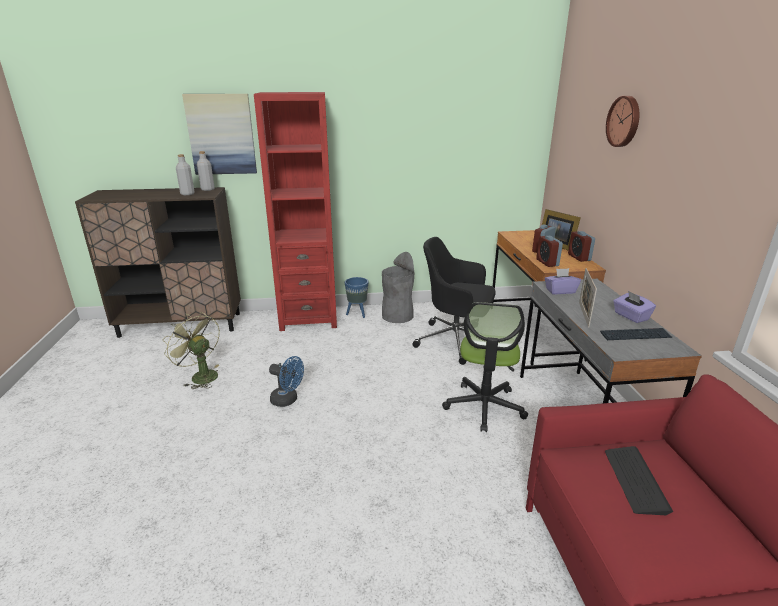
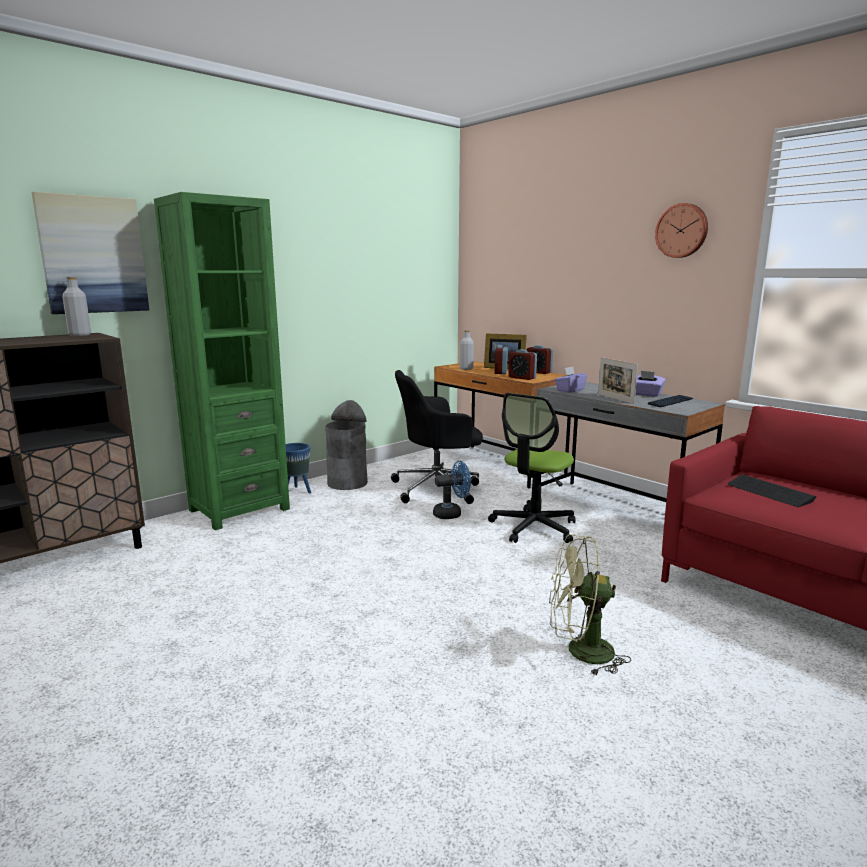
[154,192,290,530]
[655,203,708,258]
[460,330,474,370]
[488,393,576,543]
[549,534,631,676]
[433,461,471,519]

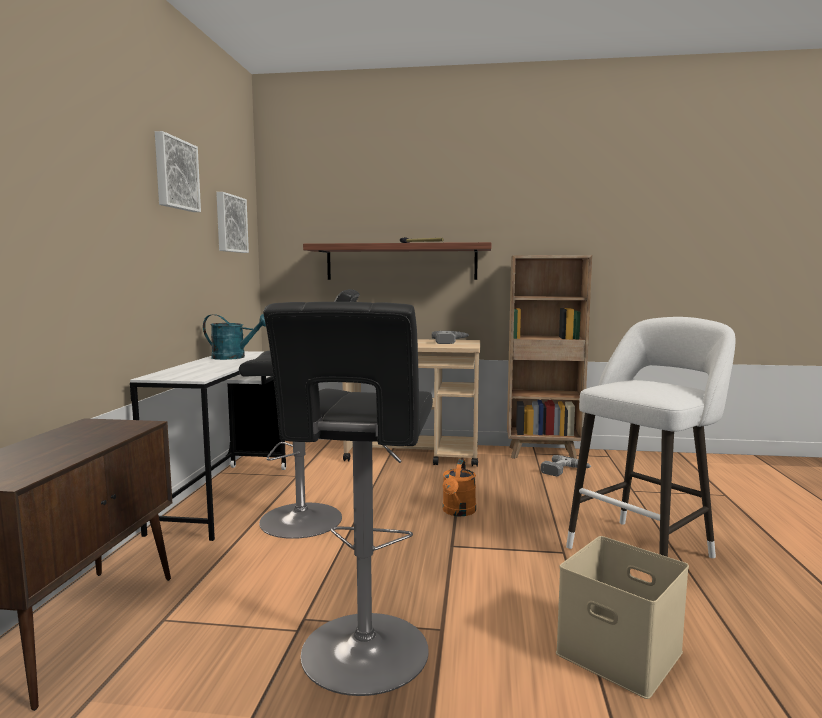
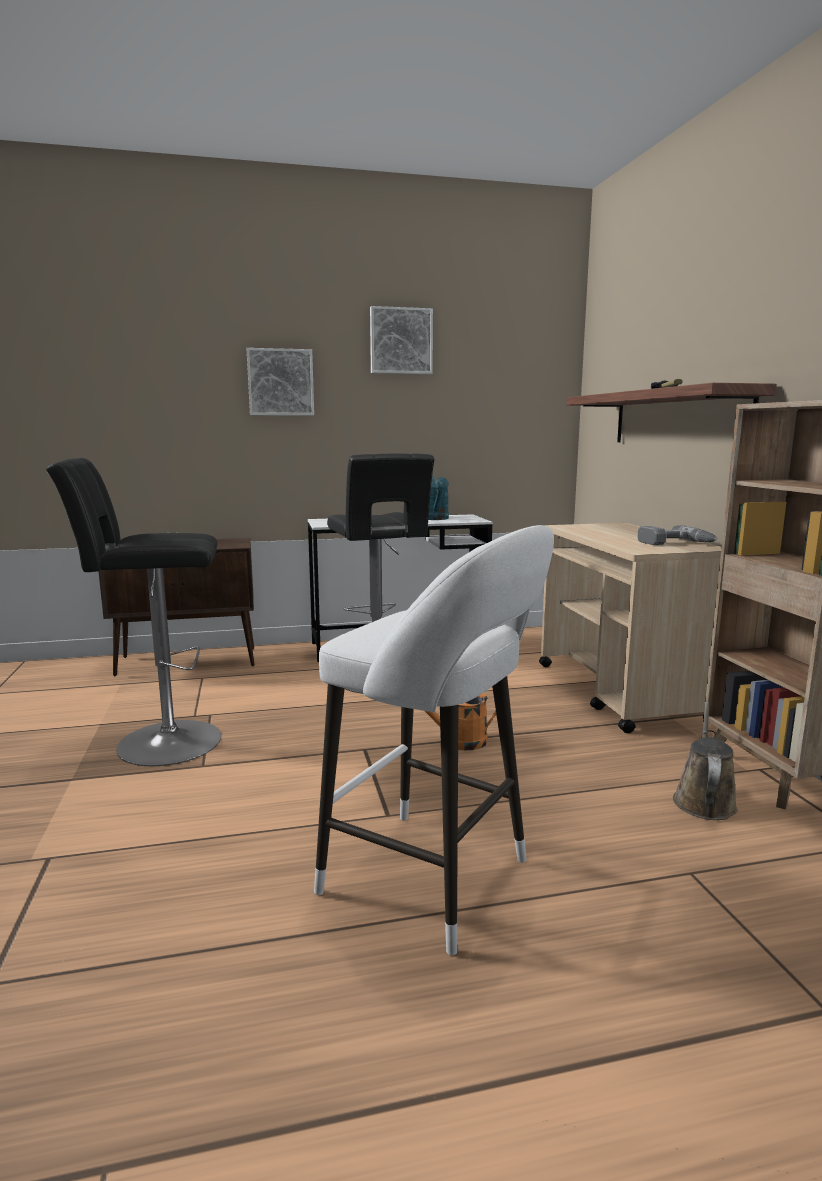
[246,348,314,416]
[673,701,738,820]
[556,536,689,699] (first image)

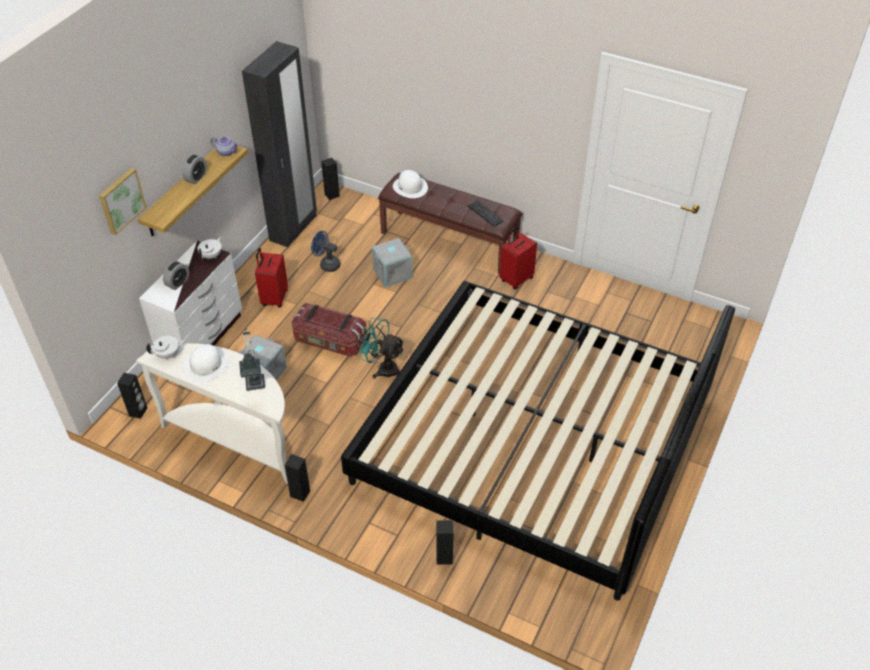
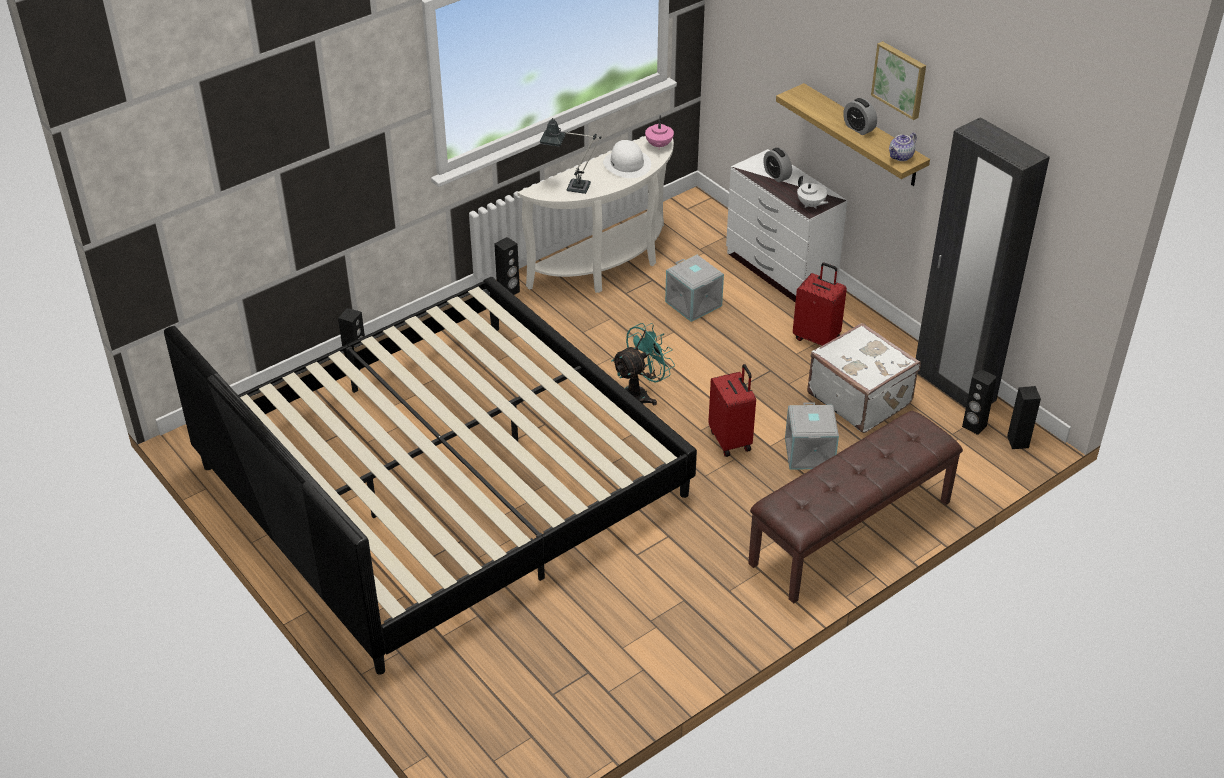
[871,41,926,120]
[393,170,428,198] (first image)
[468,200,504,227] (first image)
[708,364,756,457]
[807,323,921,433]
[292,303,367,357] (first image)
[645,116,674,147]
[962,369,997,435]

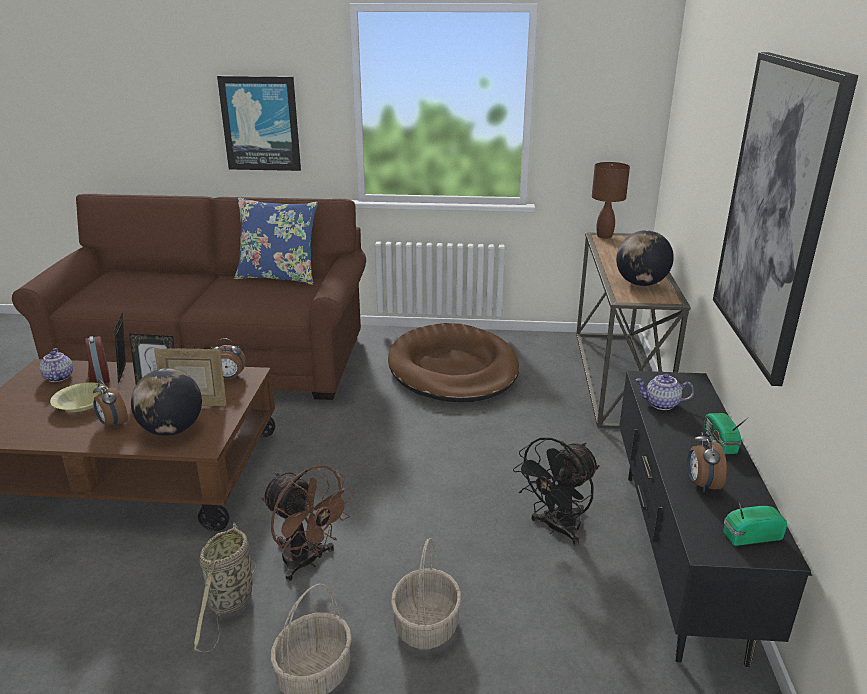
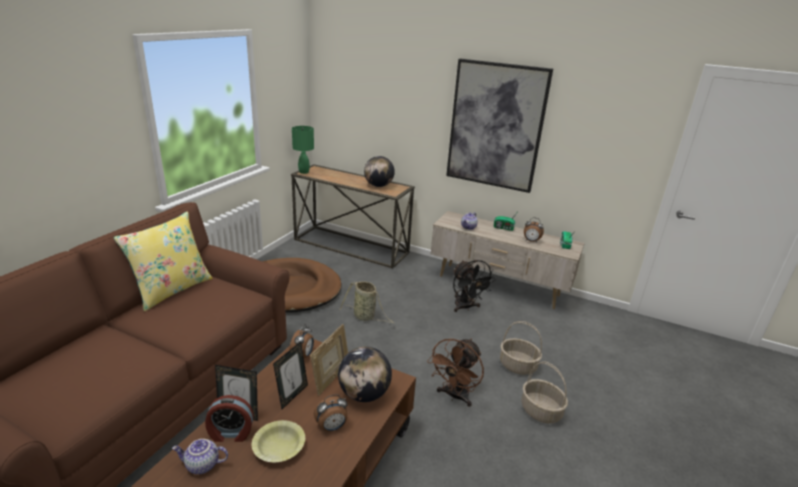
[217,76,301,171] (first image)
[292,126,314,174]
[113,211,213,312]
[431,211,584,309]
[427,338,484,407]
[339,281,395,324]

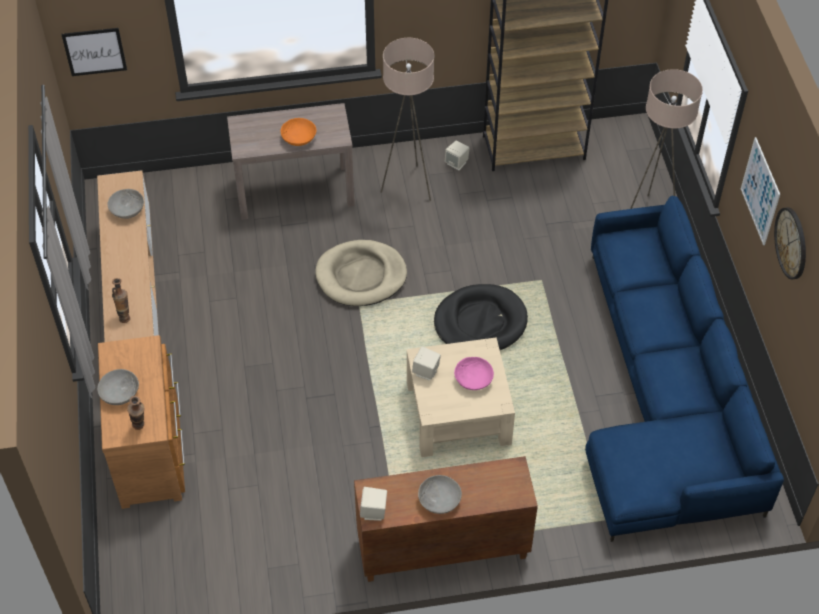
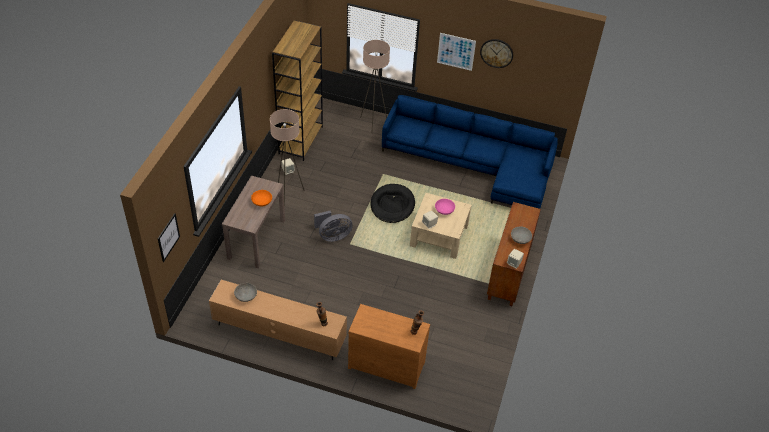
[314,211,353,242]
[97,369,139,405] (first image)

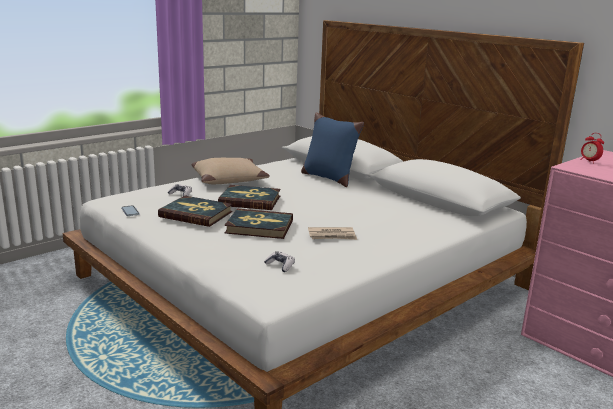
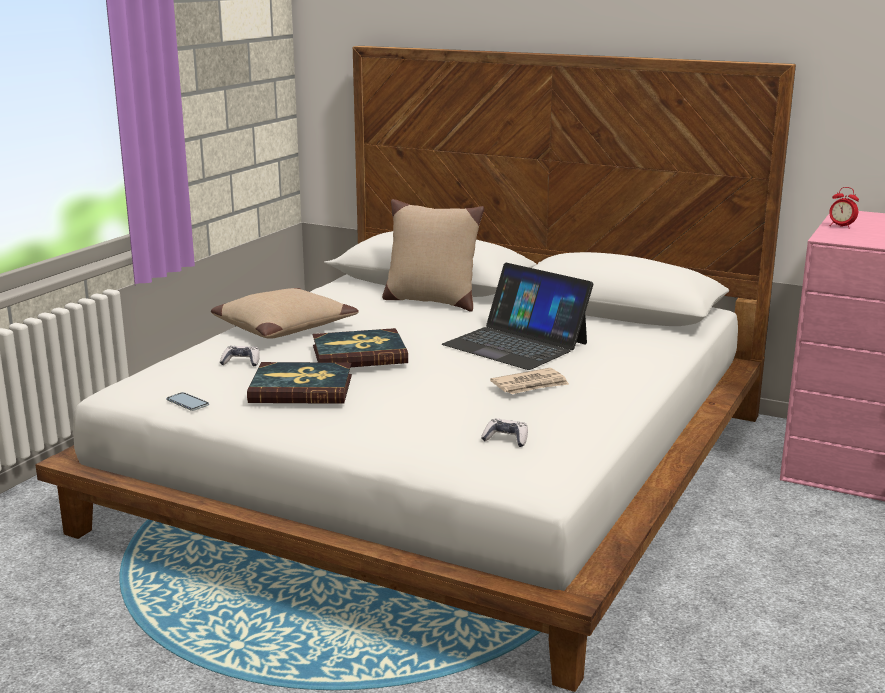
[382,199,484,312]
[224,209,293,239] (first image)
[442,263,593,370]

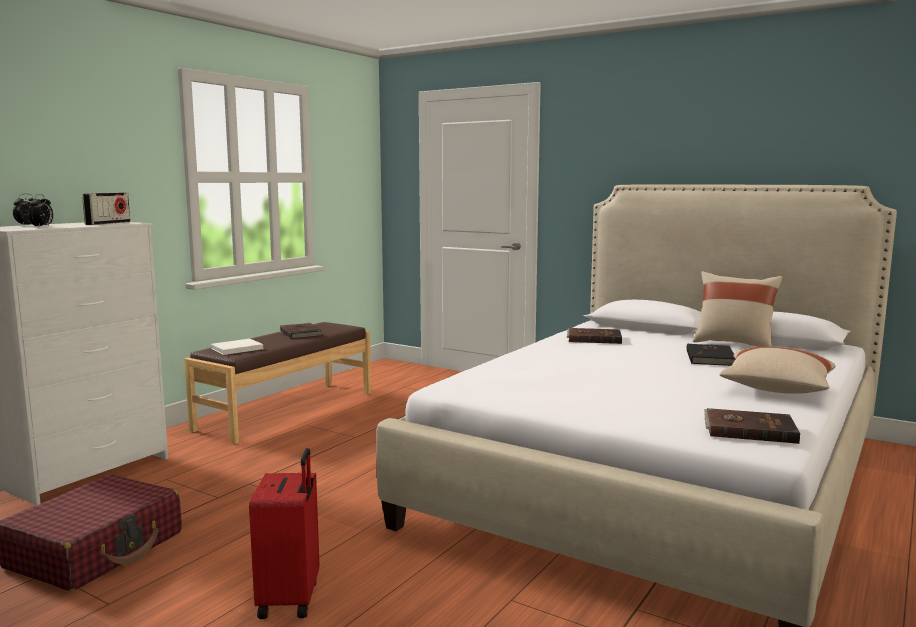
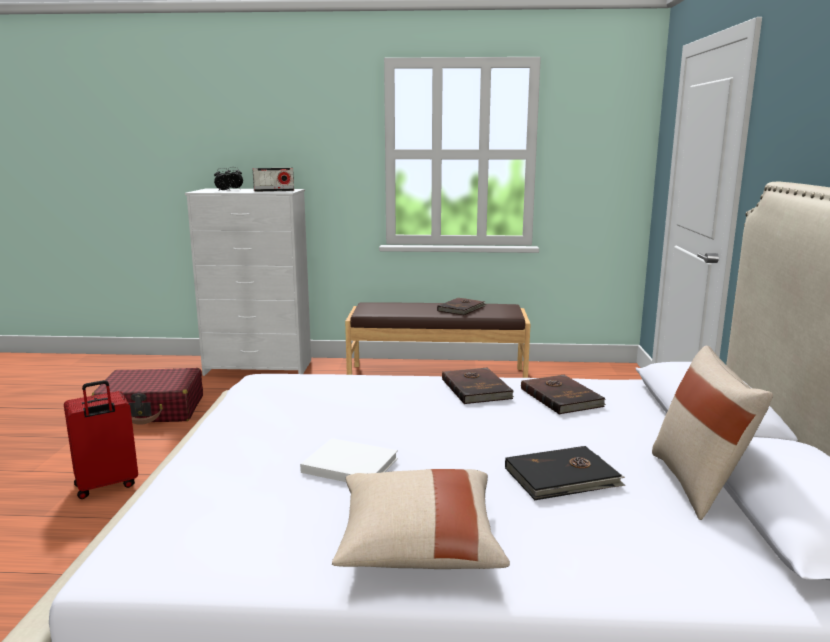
[300,438,398,482]
[442,367,514,404]

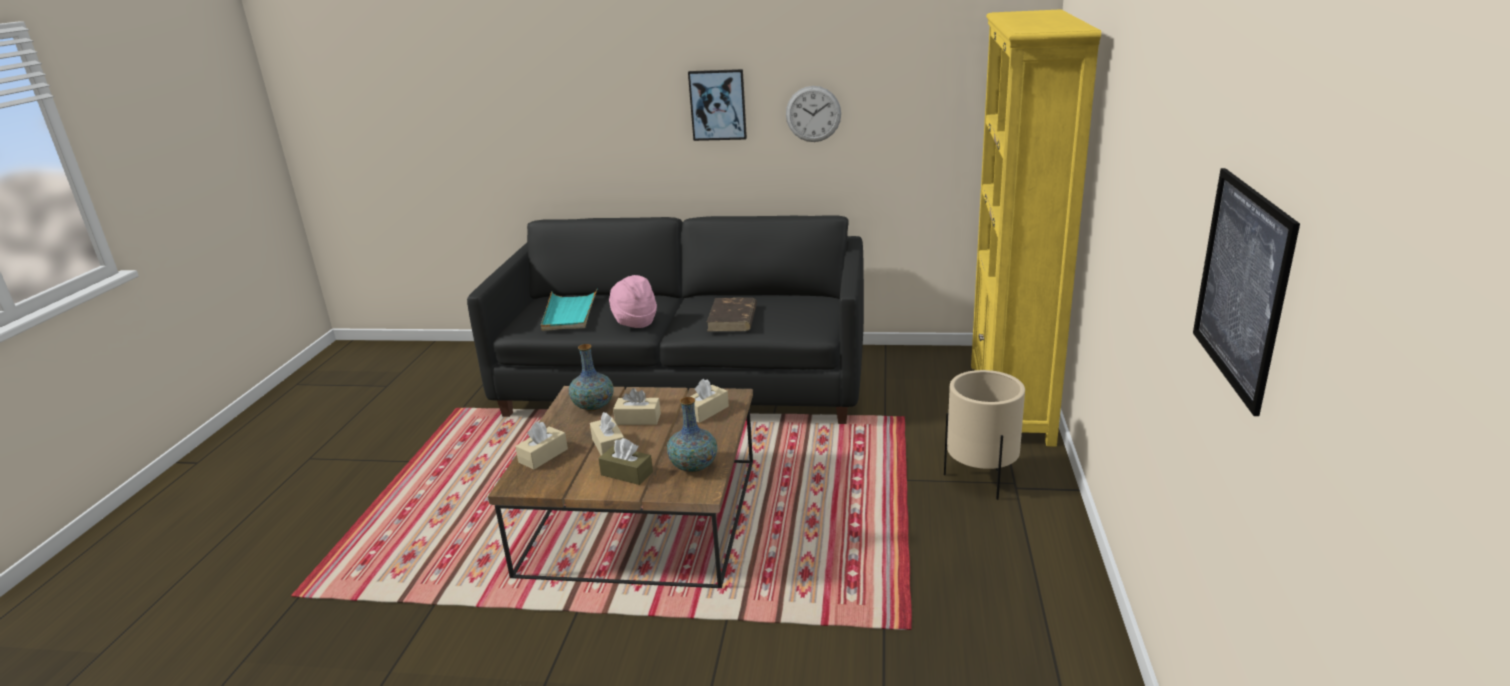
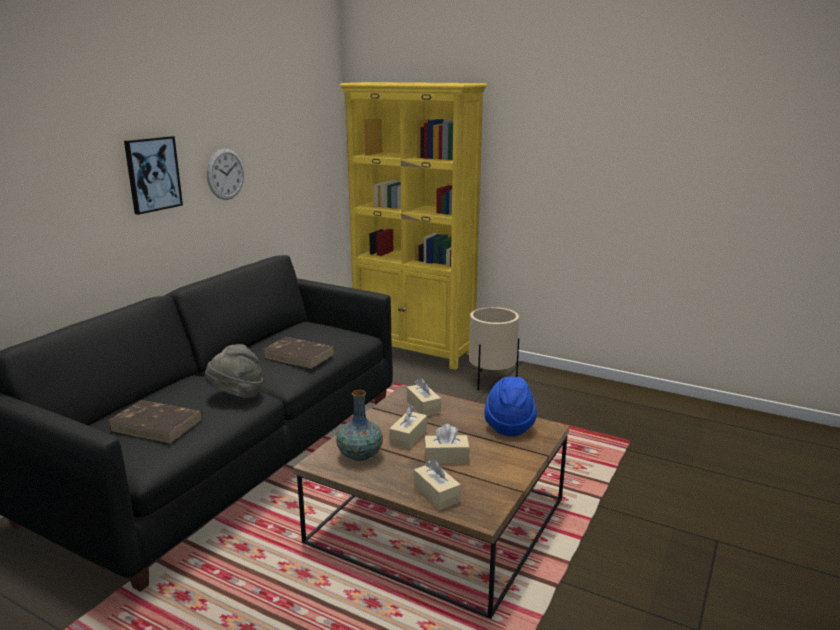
[1193,168,1300,416] (first image)
[205,344,263,399]
[108,400,203,444]
[484,377,537,436]
[598,438,653,485] (first image)

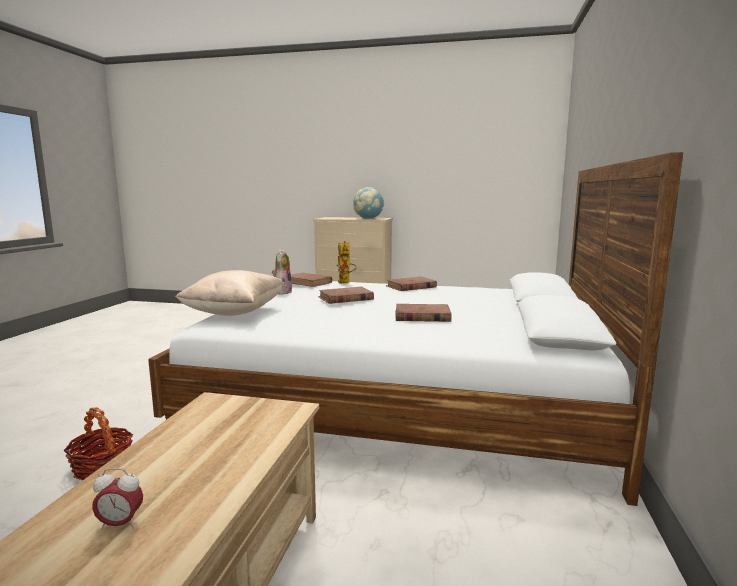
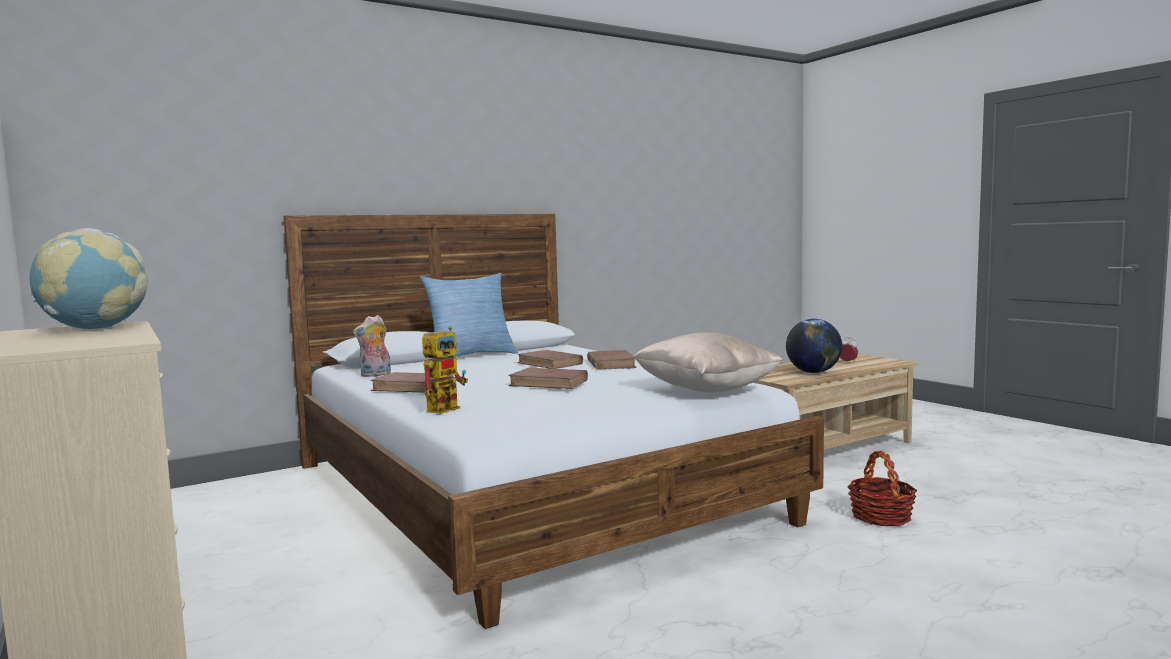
[353,315,391,377]
[587,350,637,370]
[420,273,518,357]
[786,319,842,373]

